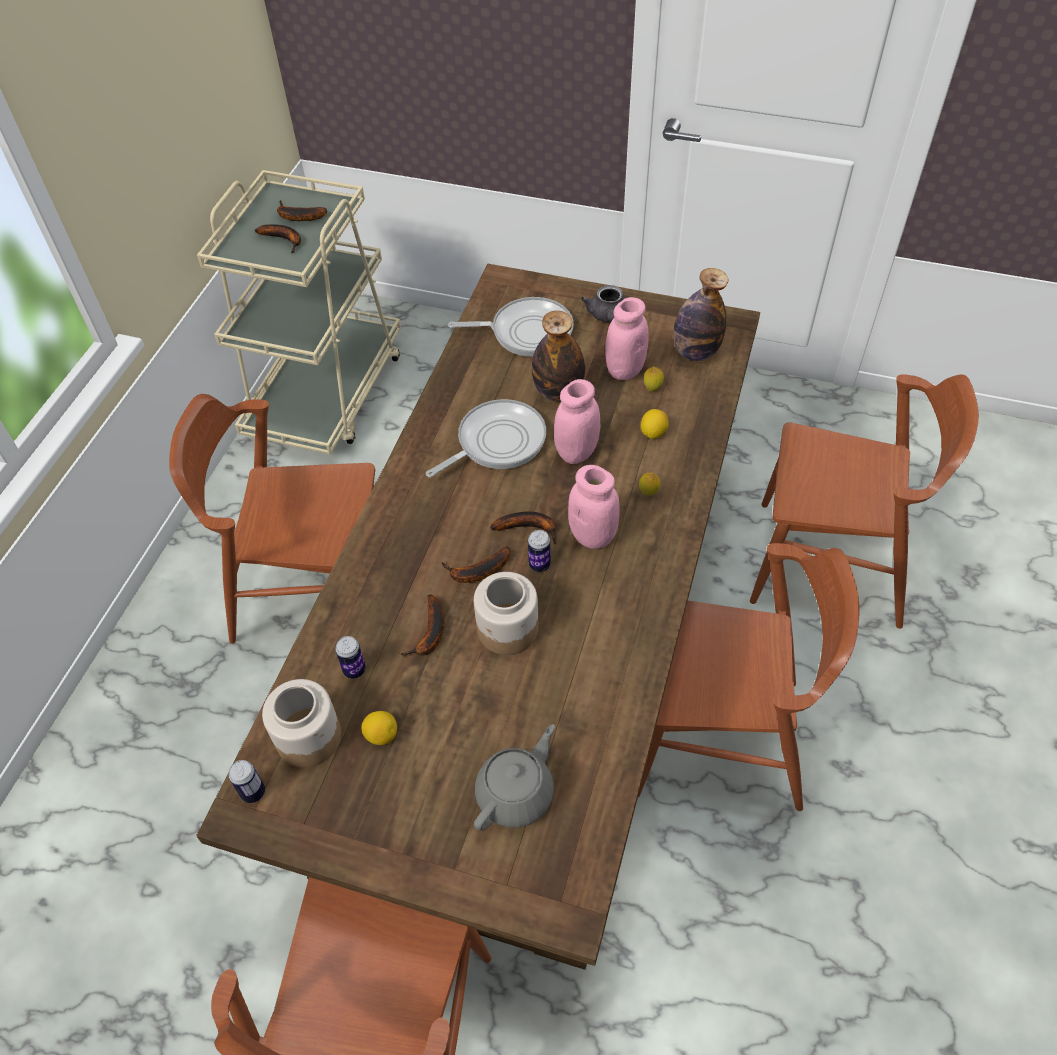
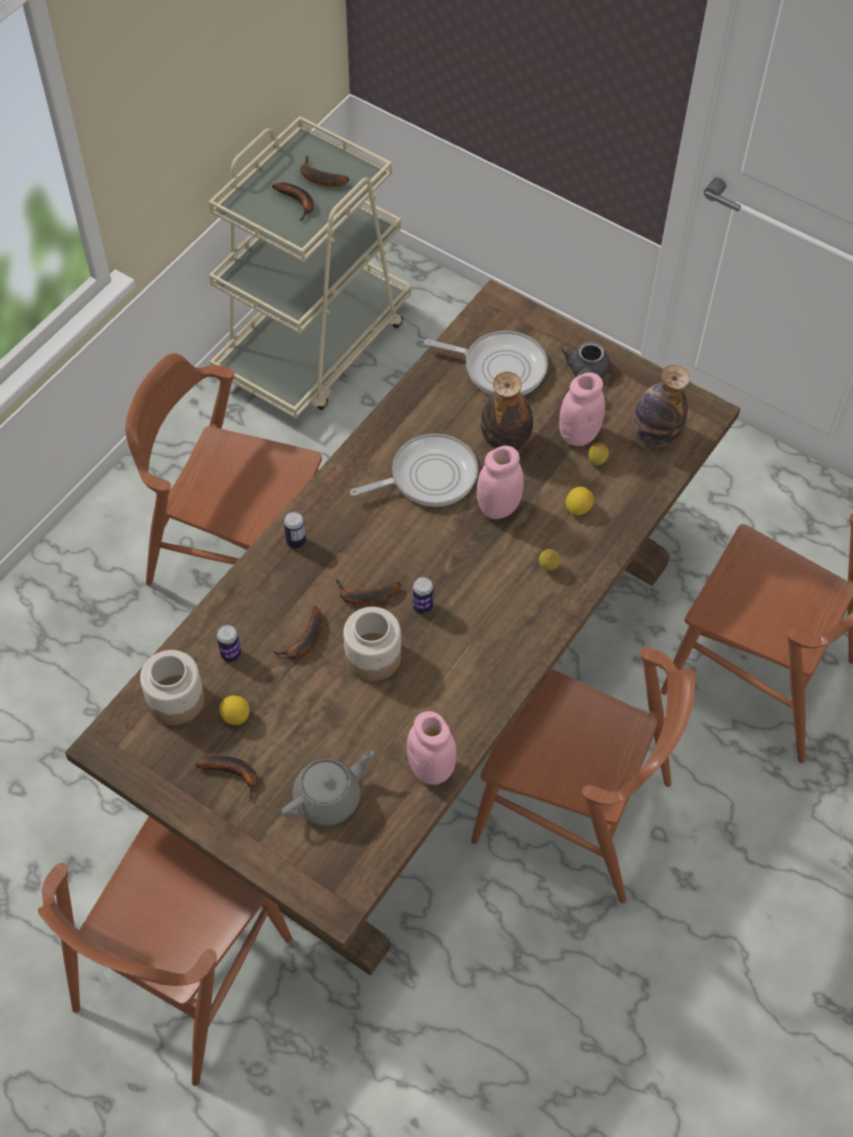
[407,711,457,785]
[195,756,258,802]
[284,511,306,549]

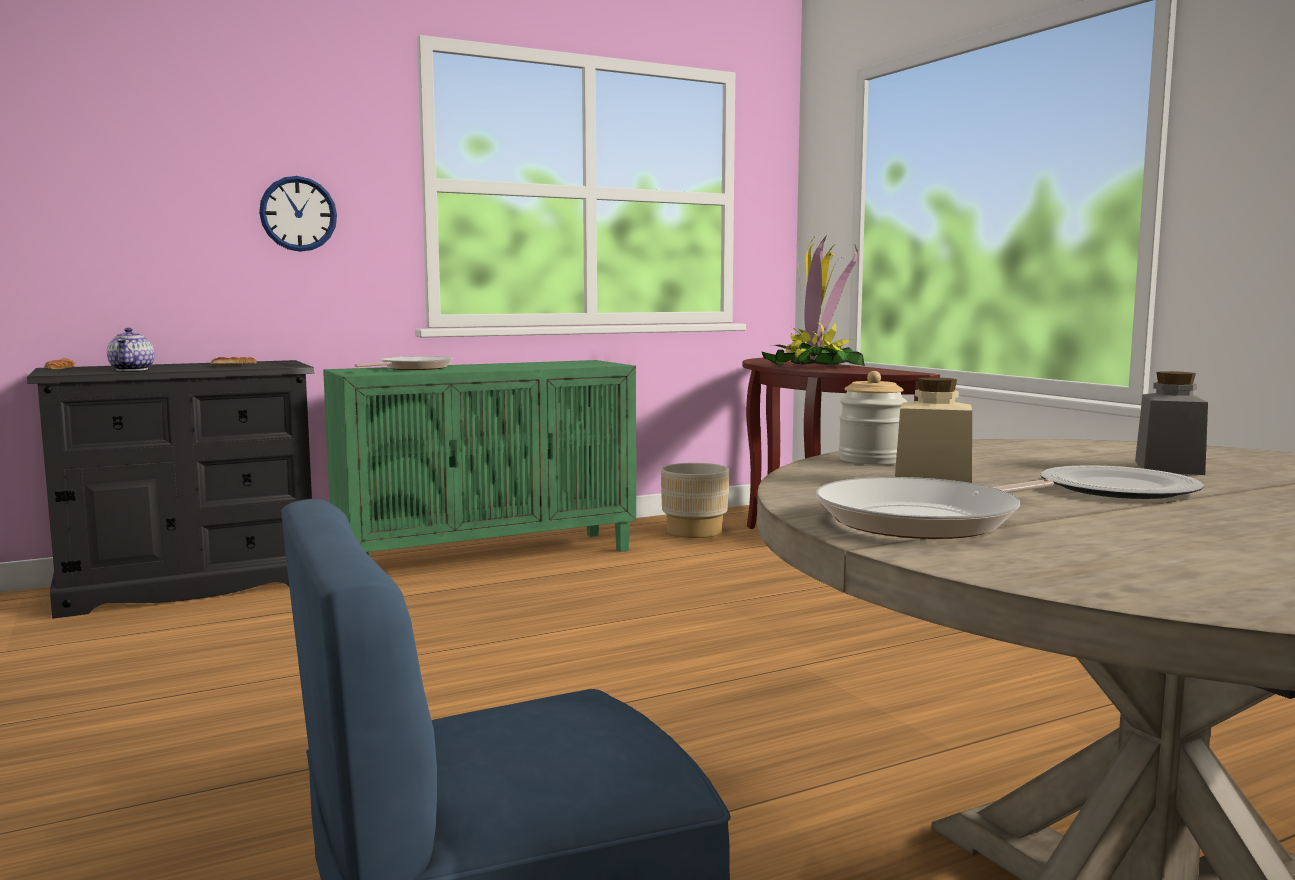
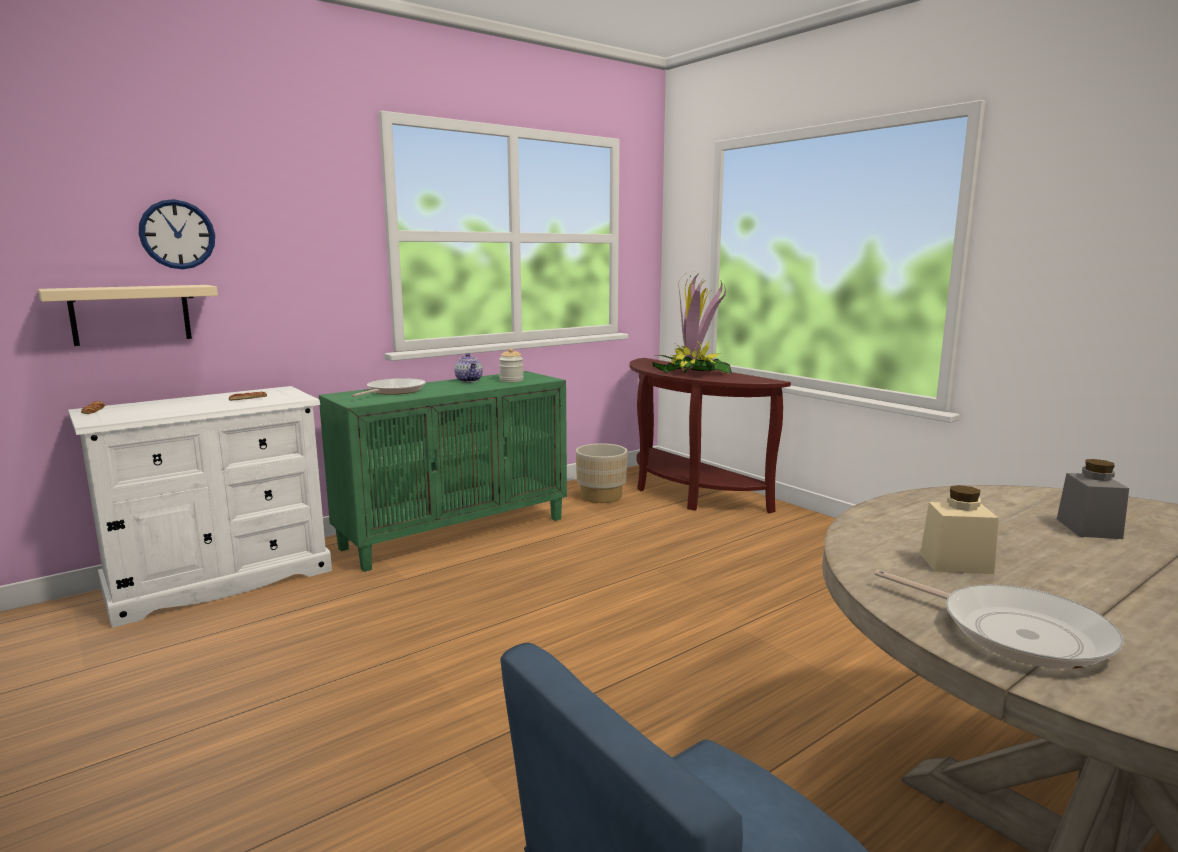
[139,199,215,269]
[454,353,483,382]
[68,386,332,628]
[499,348,524,382]
[1041,465,1204,499] (first image)
[874,570,1124,669]
[38,285,218,346]

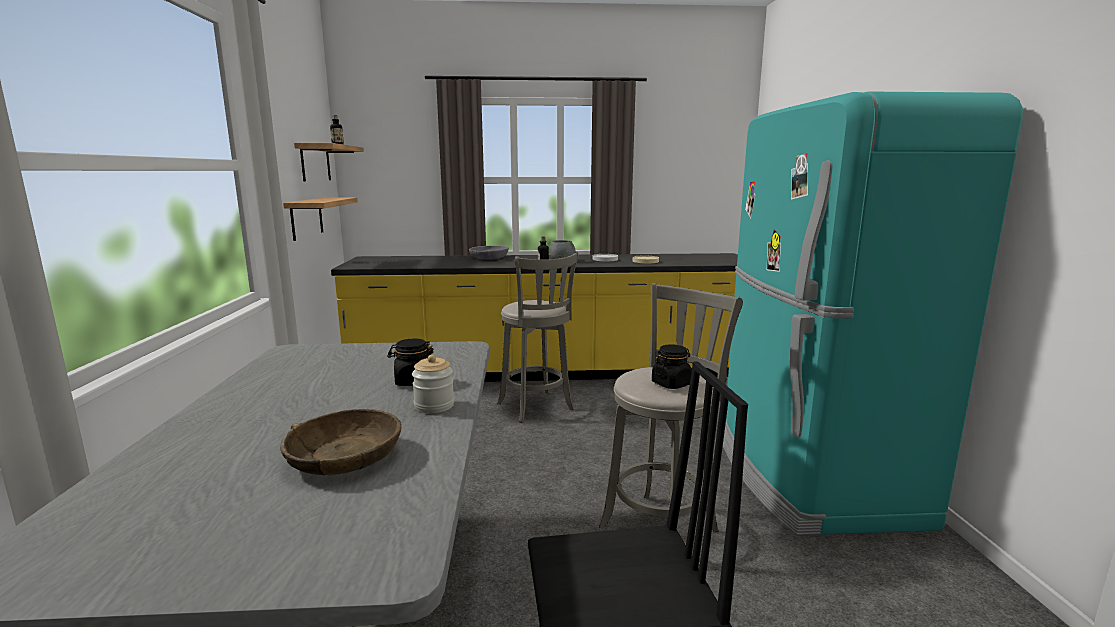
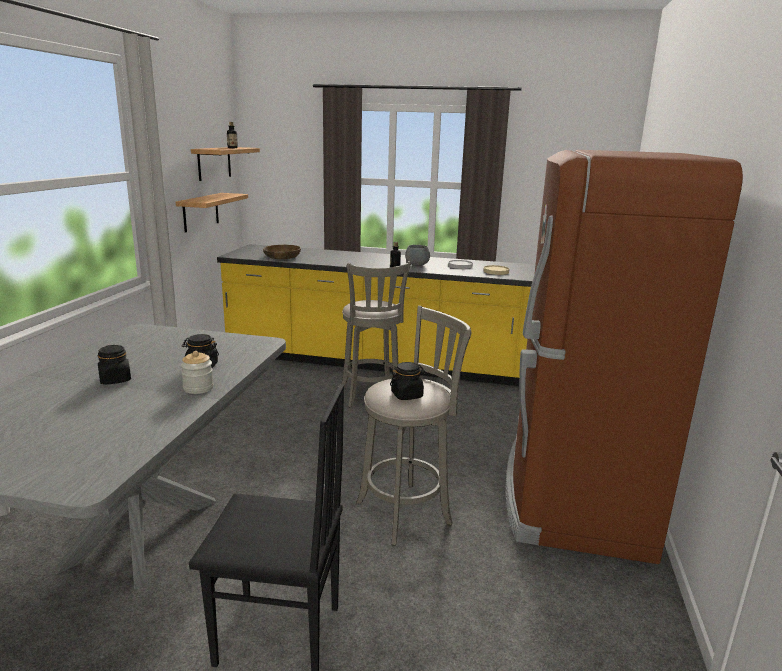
[505,150,743,564]
[469,246,509,259] (first image)
[263,245,301,259]
[98,345,131,385]

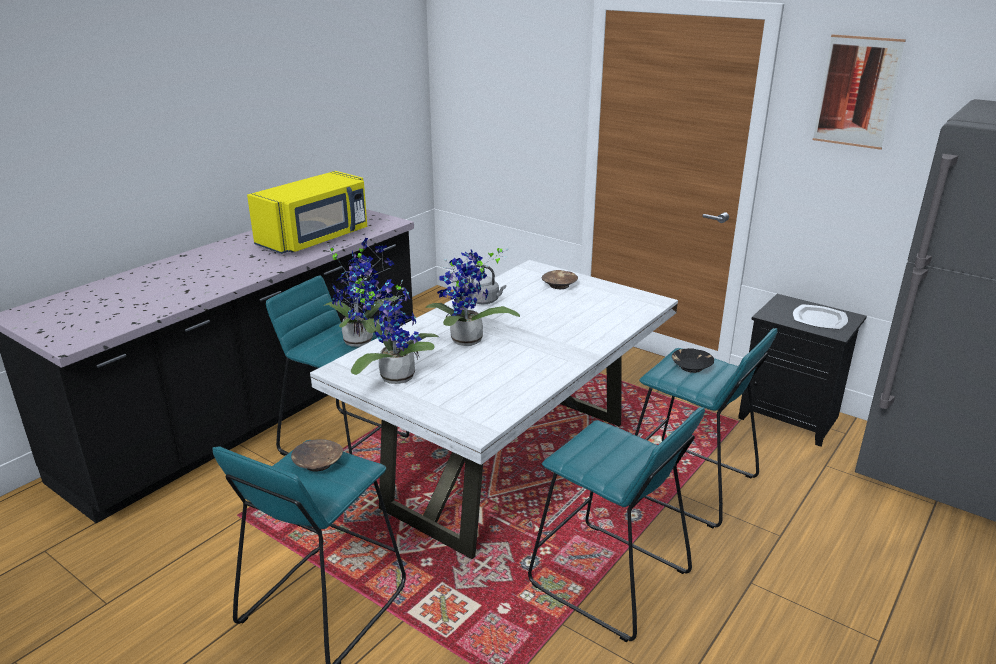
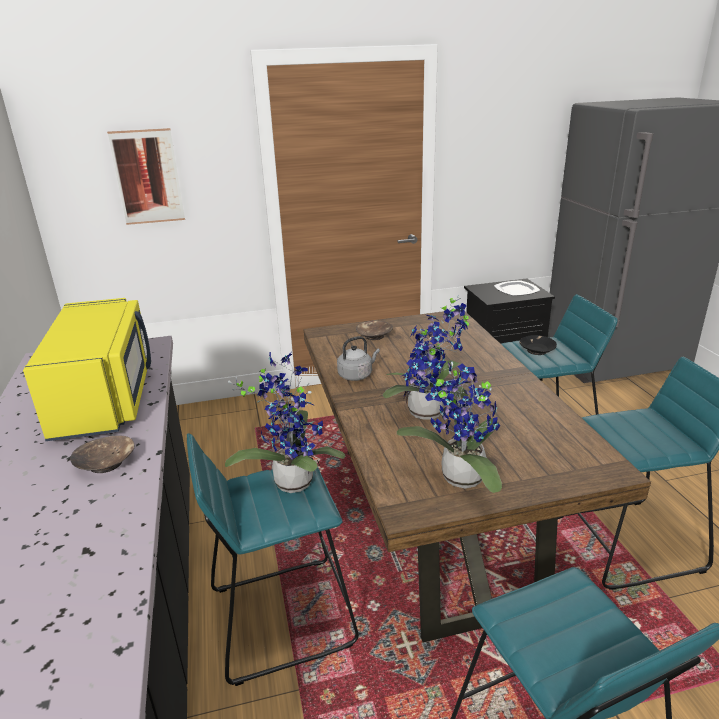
[107,128,185,225]
[303,310,651,642]
[70,435,134,473]

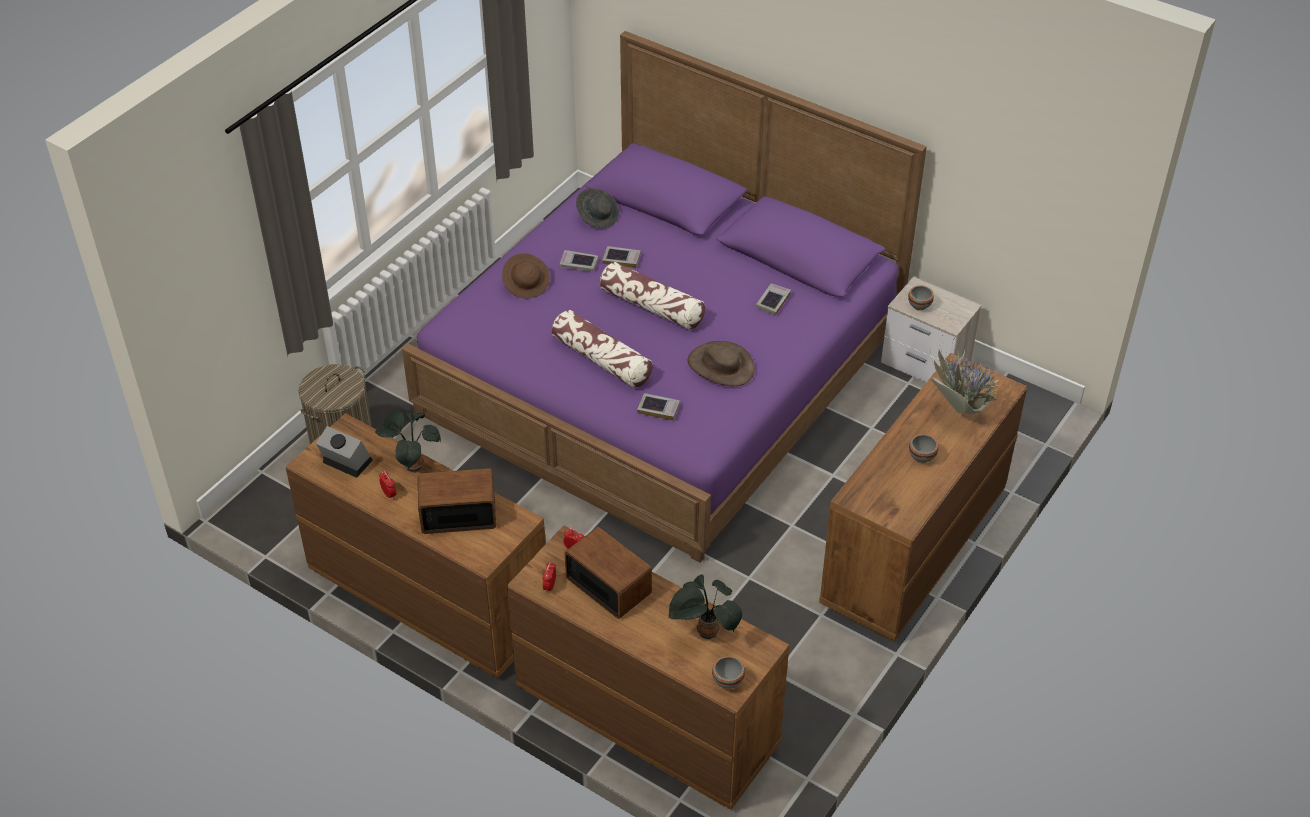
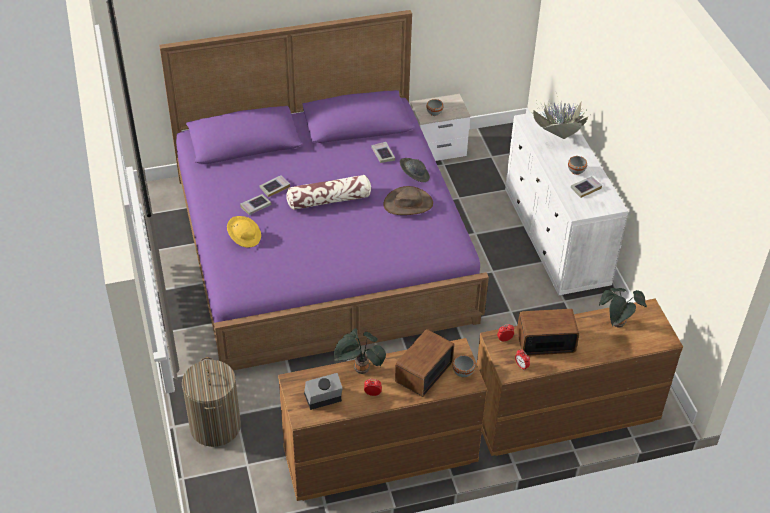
[400,158,430,182]
[227,216,261,248]
[552,310,653,388] (first image)
[505,108,628,295]
[571,176,602,198]
[453,355,475,377]

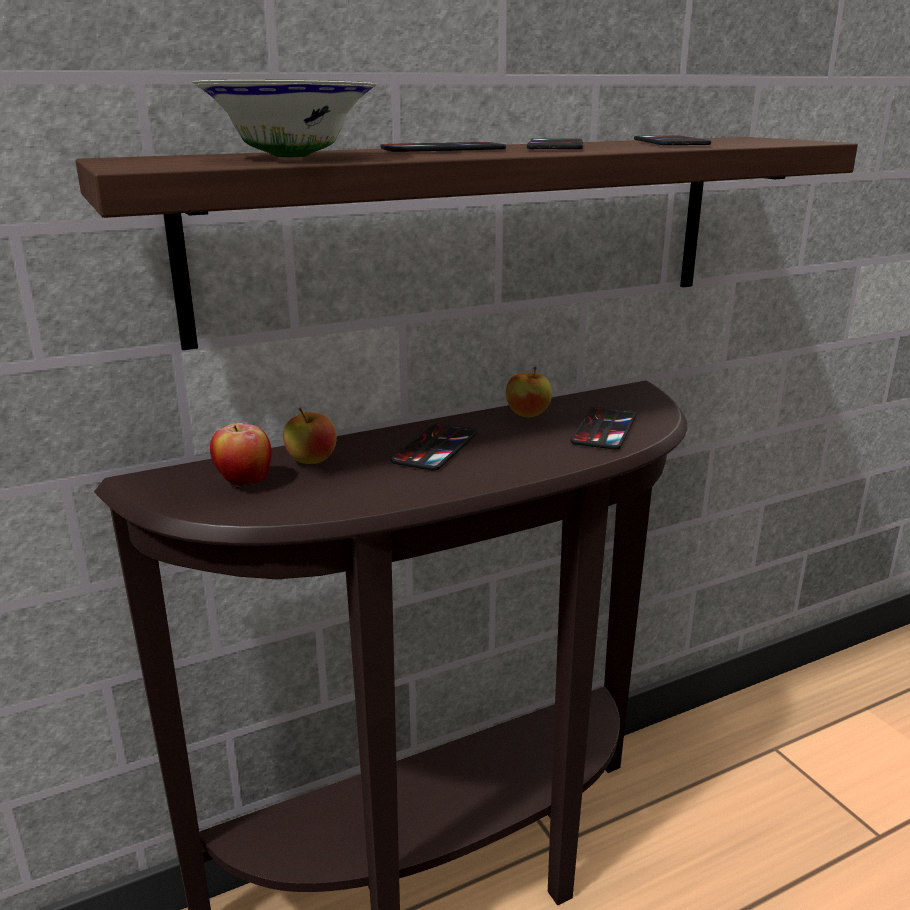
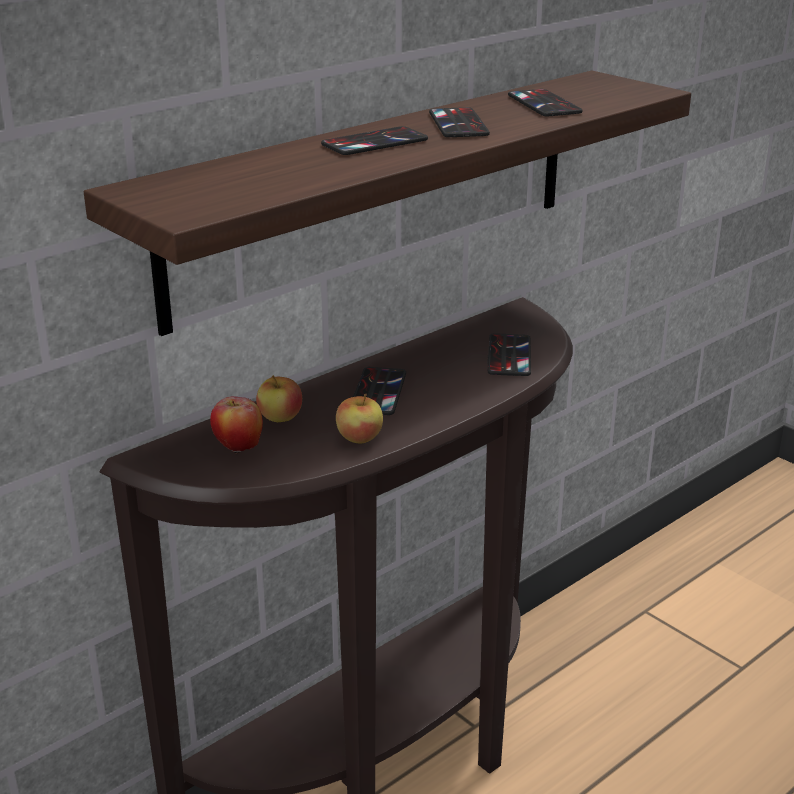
[192,79,377,158] (first image)
[336,393,383,444]

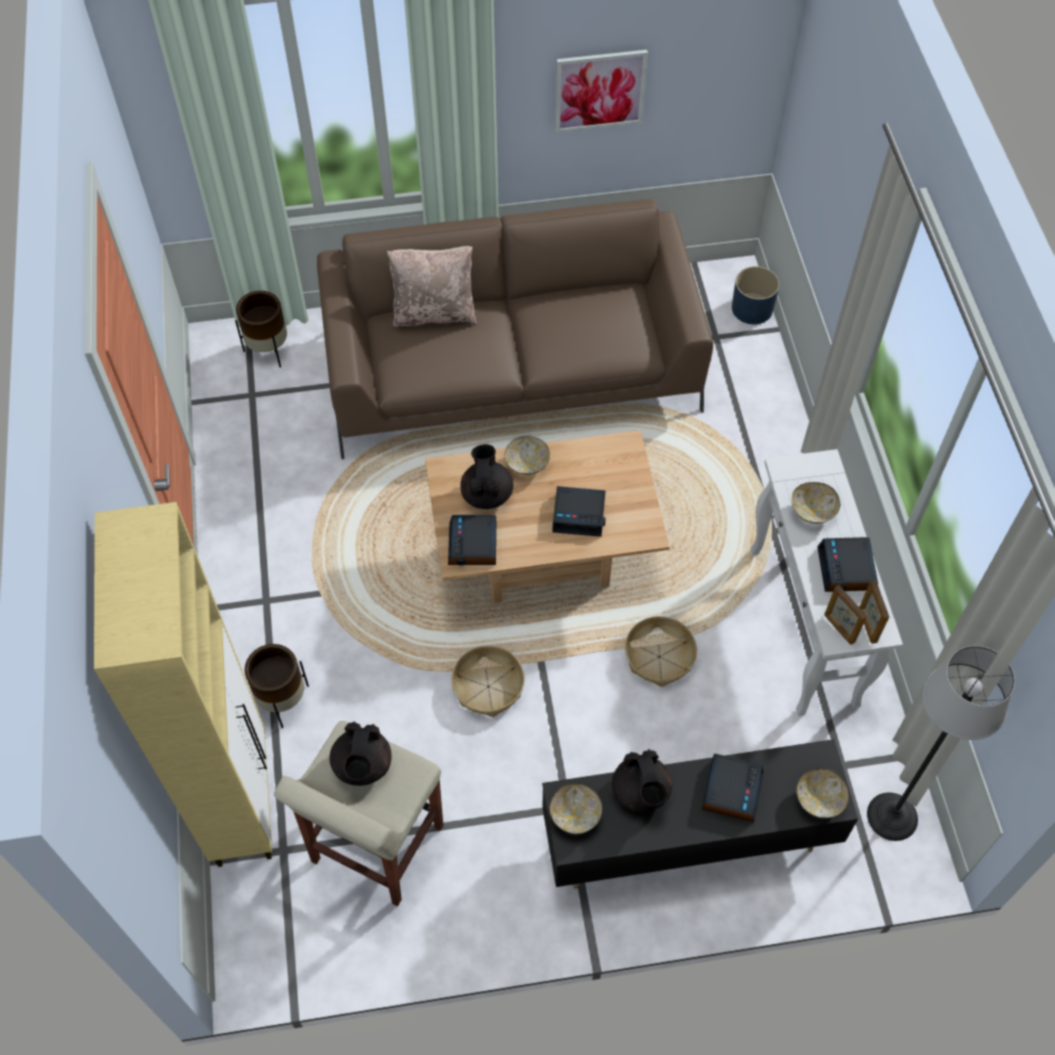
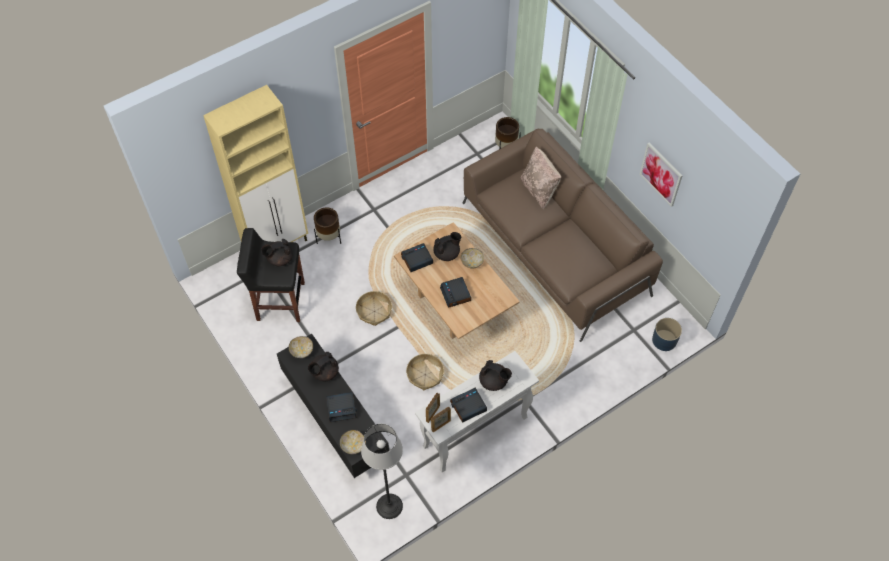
[479,360,512,391]
[237,228,305,322]

